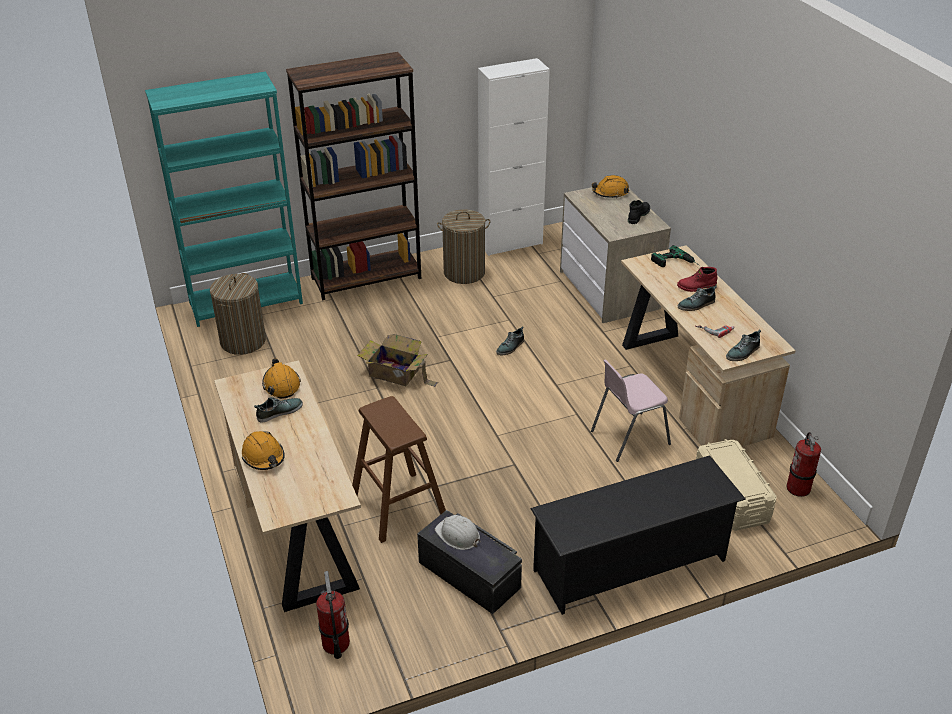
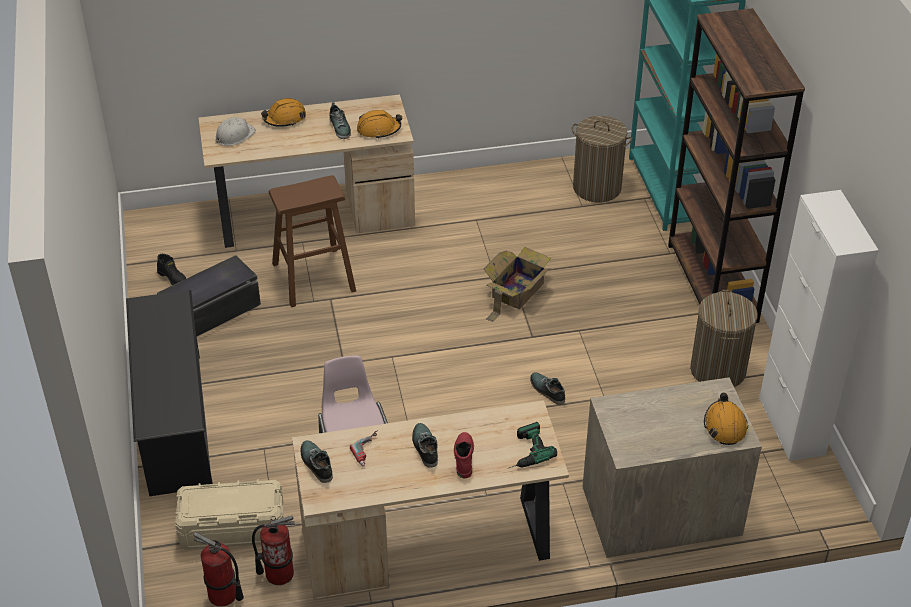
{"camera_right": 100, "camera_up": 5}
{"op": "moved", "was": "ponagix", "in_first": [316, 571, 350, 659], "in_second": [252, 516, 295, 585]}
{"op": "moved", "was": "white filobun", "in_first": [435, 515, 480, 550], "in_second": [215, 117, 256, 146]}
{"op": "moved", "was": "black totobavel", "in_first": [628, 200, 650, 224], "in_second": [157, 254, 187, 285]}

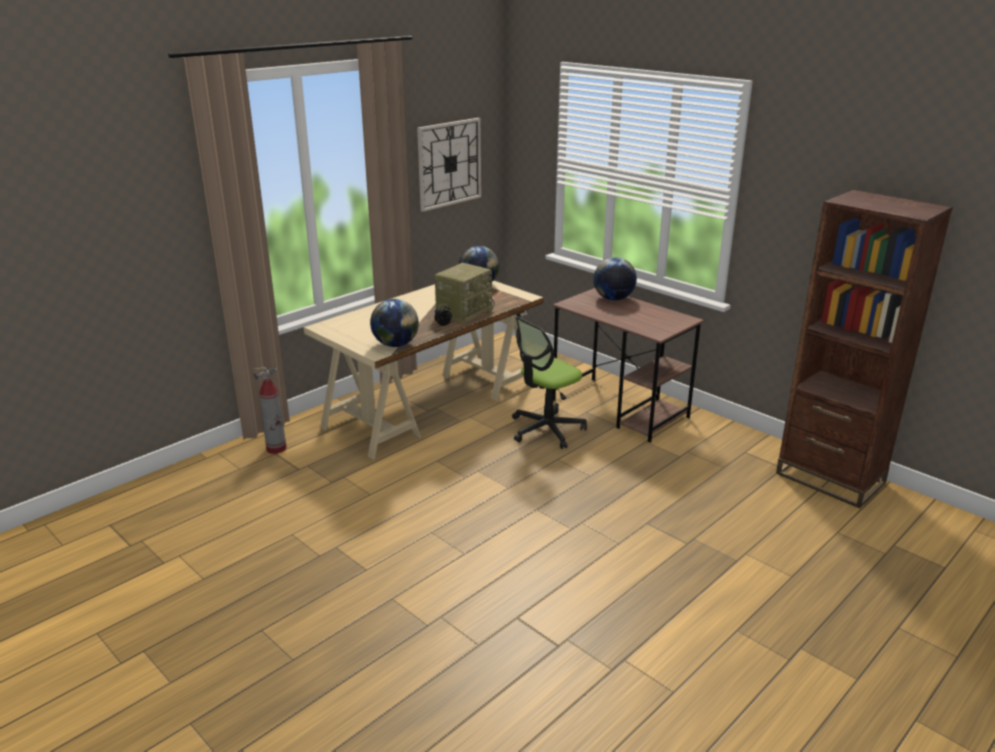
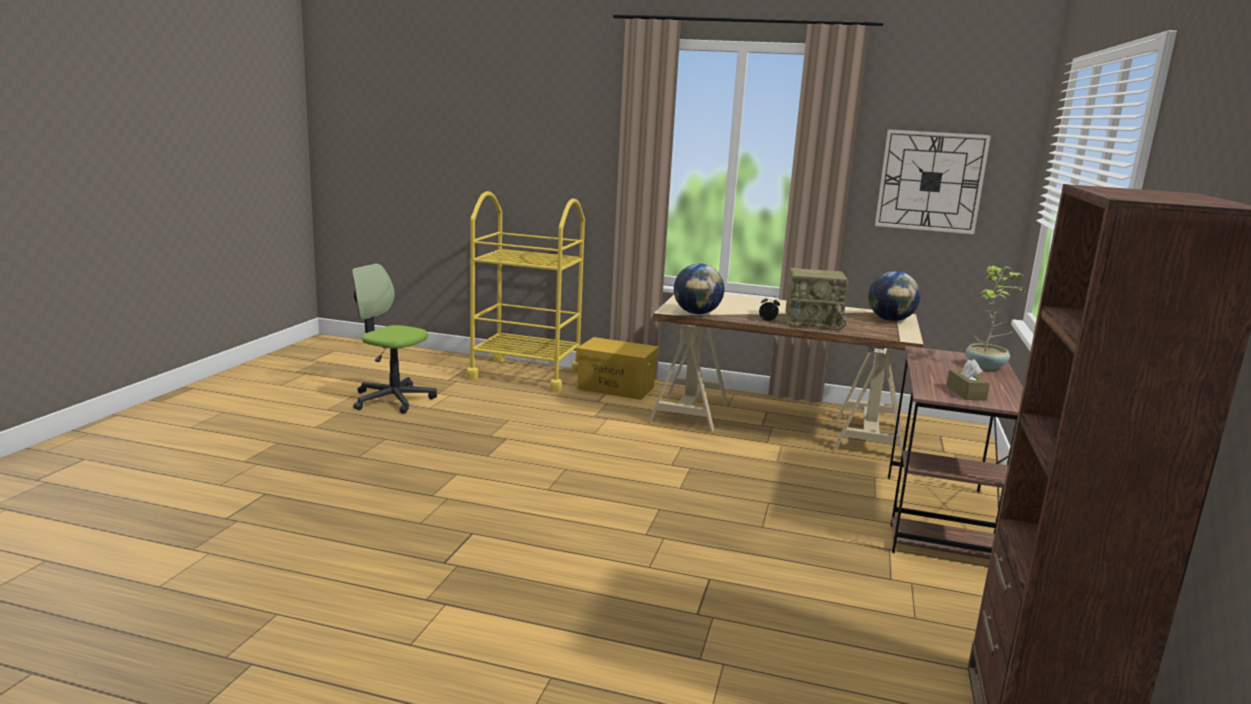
{"camera_right": 60, "camera_up": -10}
{"op": "added", "now": "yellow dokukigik", "in_second": [466, 191, 585, 392]}
{"op": "added", "now": "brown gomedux", "in_second": [946, 359, 990, 400]}
{"op": "moved", "was": "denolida", "in_first": [512, 317, 587, 449], "in_second": [352, 264, 437, 414]}
{"op": "replaced", "was": "ponagix", "now": "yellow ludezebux", "in_first": [253, 367, 287, 454], "in_second": [576, 337, 659, 400]}
{"op": "replaced", "was": "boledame", "now": "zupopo", "in_first": [593, 257, 637, 301], "in_second": [966, 266, 1025, 370]}

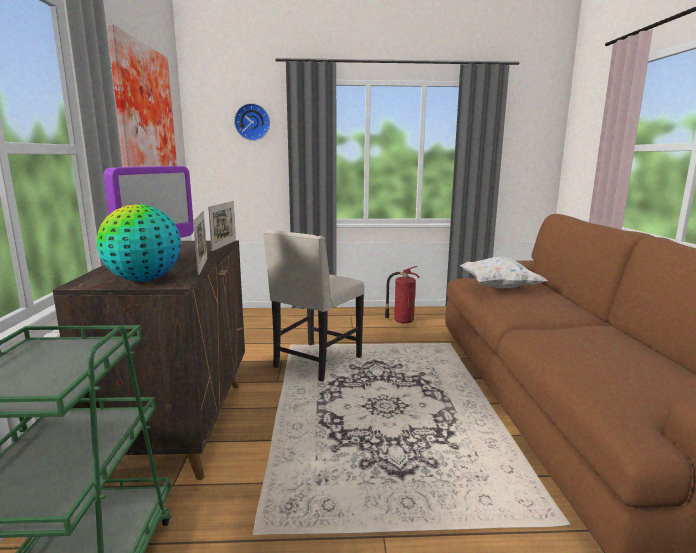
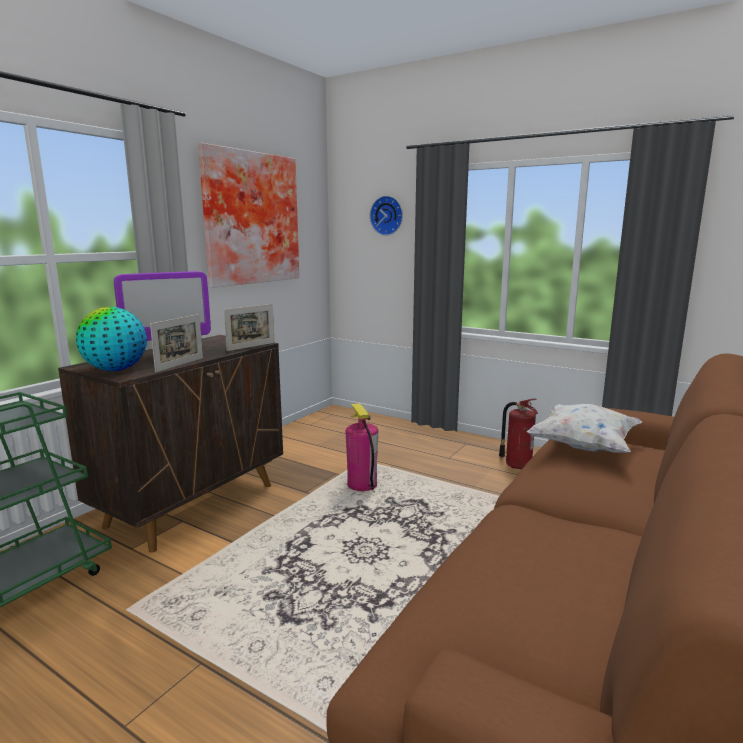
{"camera_right": 35, "camera_up": 0}
{"op": "replaced", "was": "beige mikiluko", "now": "ponagix", "in_first": [263, 230, 365, 382], "in_second": [345, 403, 379, 491]}

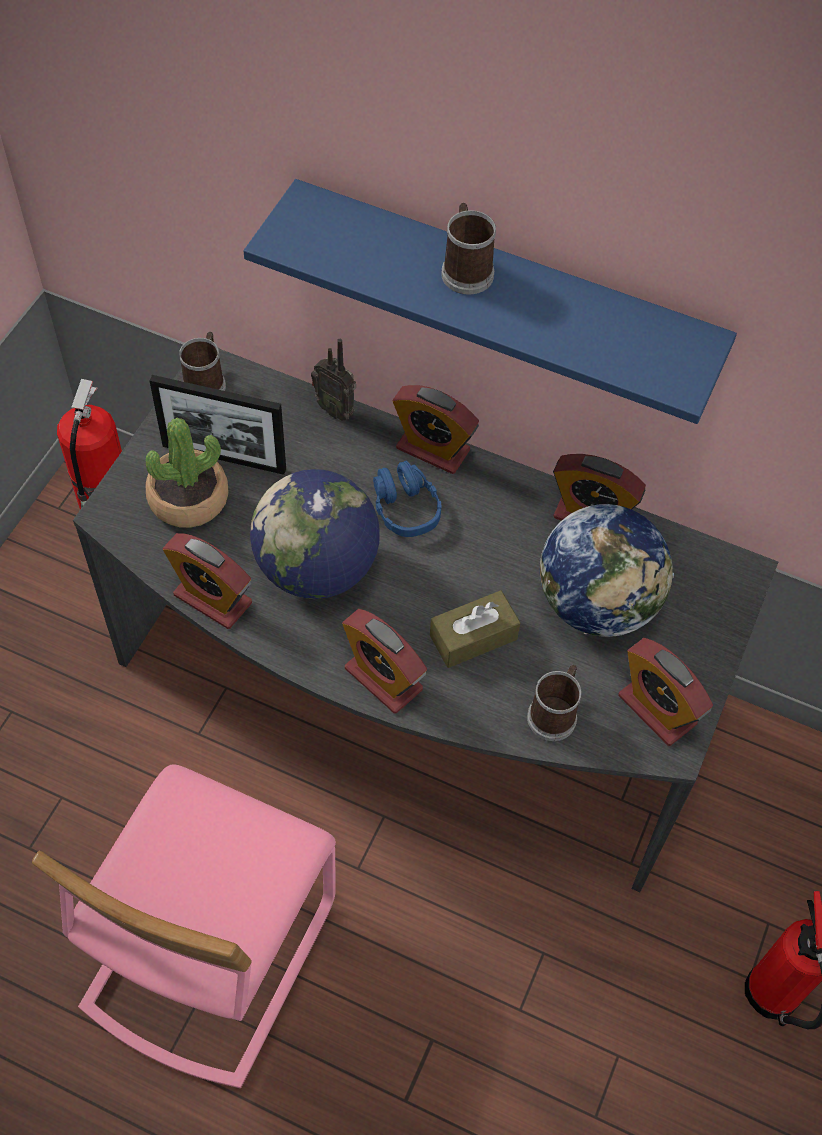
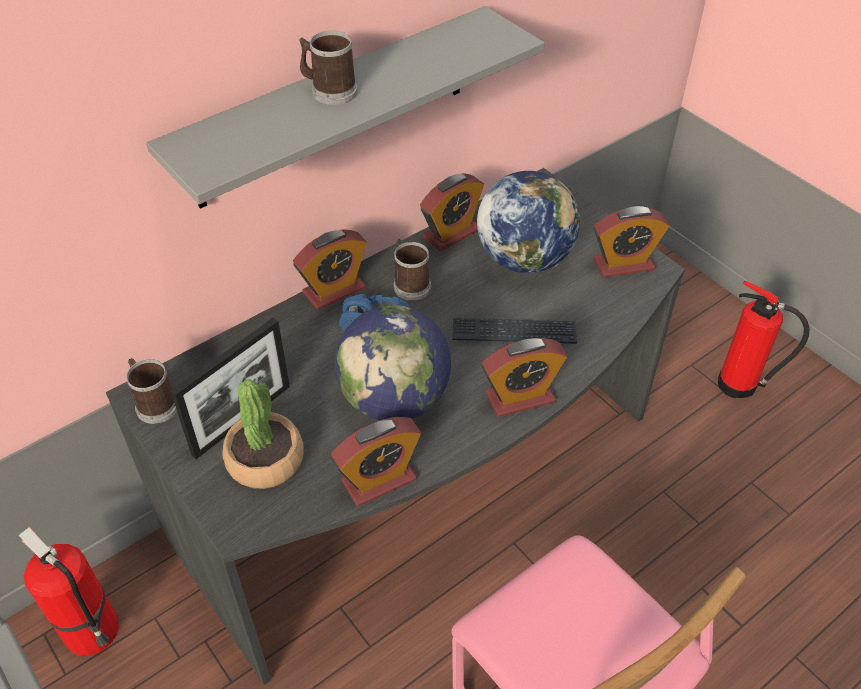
{"camera_right": -60, "camera_up": -10}
{"op": "removed", "was": "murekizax", "in_first": [311, 339, 356, 421]}
{"op": "moved", "was": "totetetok", "in_first": [527, 665, 581, 741], "in_second": [394, 239, 431, 301]}
{"op": "replaced", "was": "brown gomedux", "now": "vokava", "in_first": [430, 590, 520, 668], "in_second": [452, 318, 577, 344]}
{"op": "recoloured", "was": "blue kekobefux", "now": "grey kekobefux", "in_first": [243, 179, 737, 424], "in_second": [146, 6, 545, 209]}

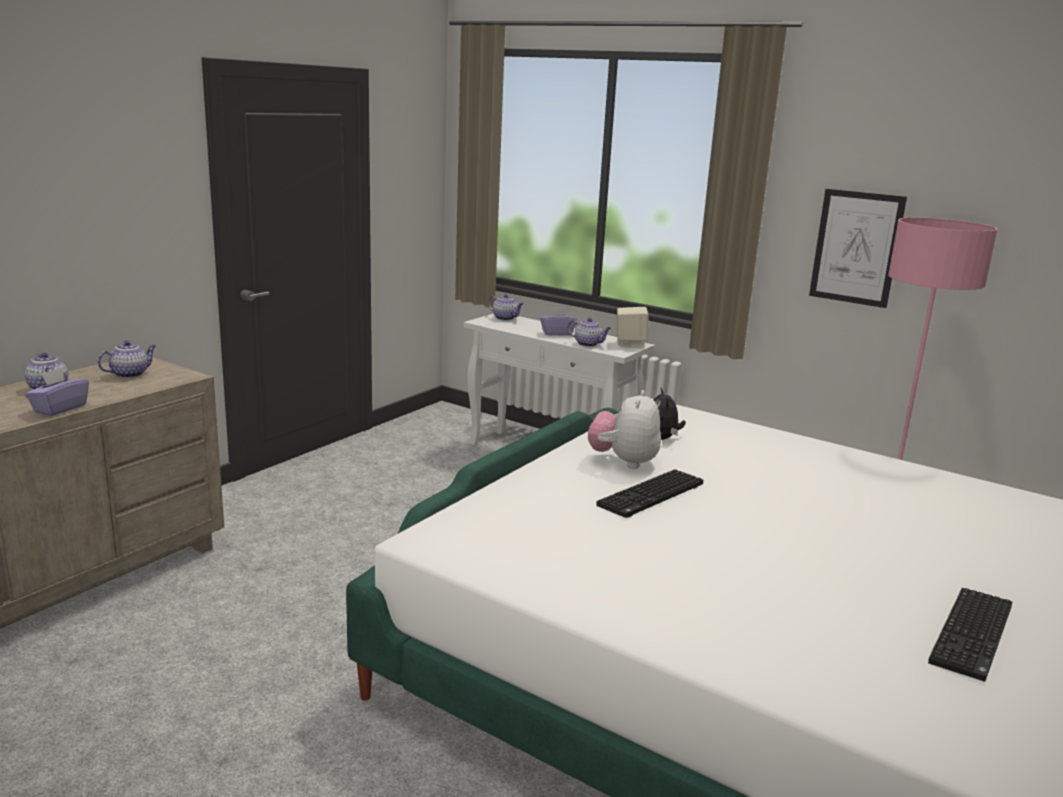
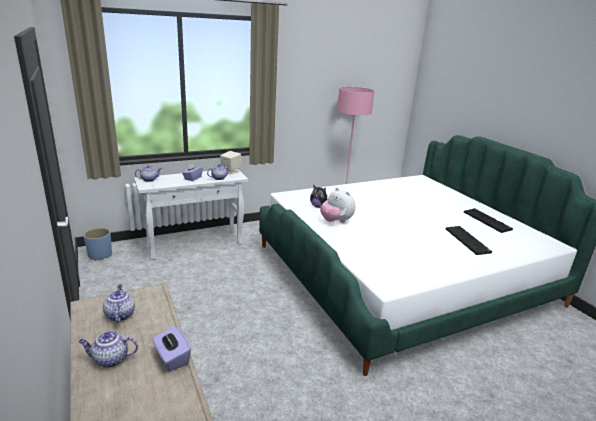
{"camera_right": -60, "camera_up": 5}
{"op": "removed", "was": "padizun", "in_first": [809, 189, 907, 308]}
{"op": "added", "now": "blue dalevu", "in_second": [83, 228, 112, 261]}
{"op": "moved", "was": "vokava", "in_first": [596, 469, 703, 518], "in_second": [446, 226, 492, 255]}

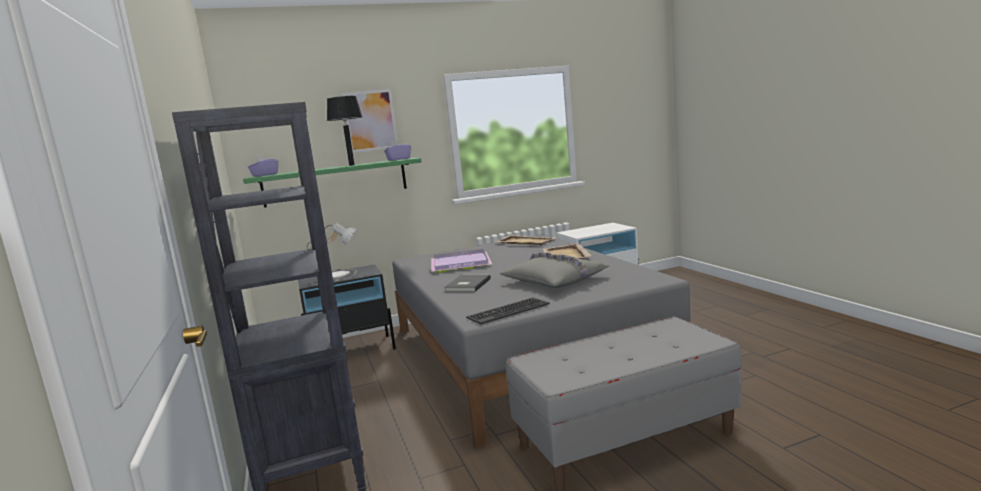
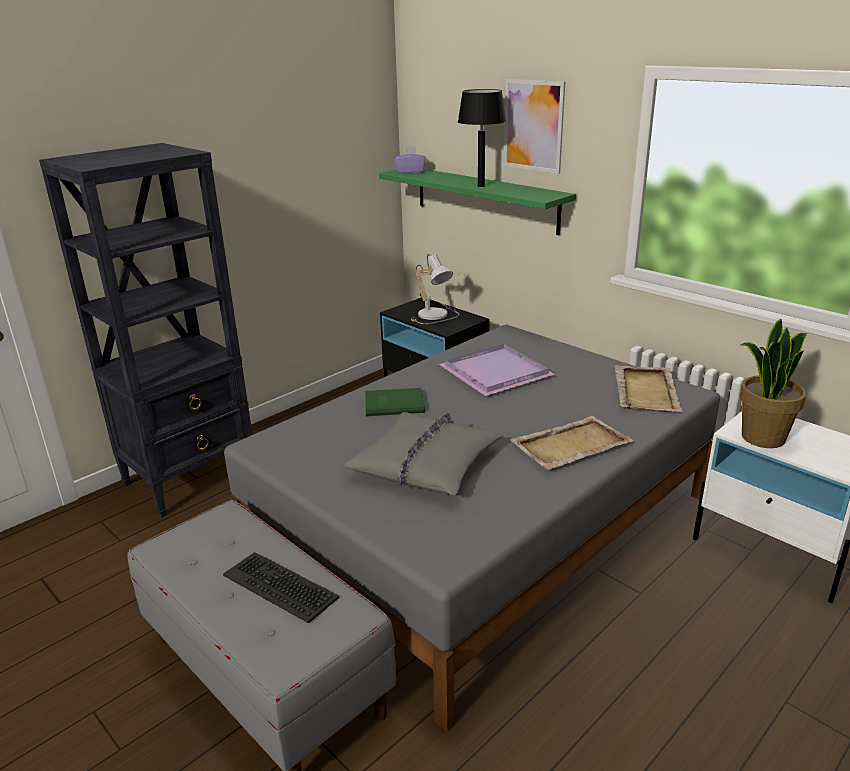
{"camera_right": 65, "camera_up": 15}
{"op": "removed", "was": "purple gomedux", "in_first": [384, 140, 411, 160]}
{"op": "added", "now": "zupopo", "in_second": [739, 319, 807, 448]}
{"op": "moved", "was": "vokava", "in_first": [466, 298, 550, 324], "in_second": [223, 552, 339, 623]}
{"op": "recoloured", "was": "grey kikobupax", "now": "green kikobupax", "in_first": [445, 275, 491, 292], "in_second": [365, 388, 425, 416]}

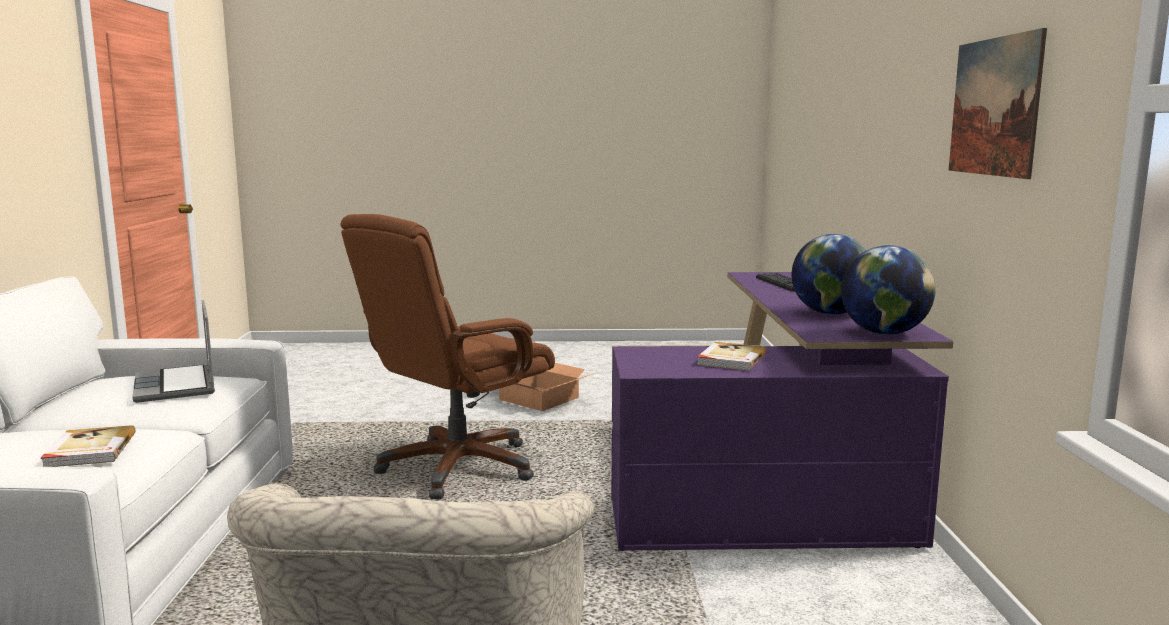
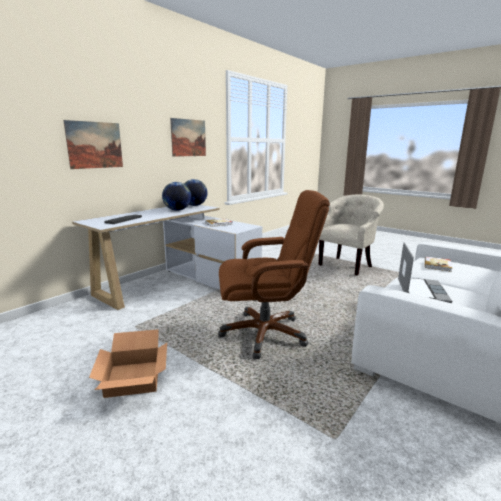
{"camera_right": -140, "camera_up": 5}
{"op": "added", "now": "padizun", "in_second": [63, 120, 123, 169]}
{"op": "recoloured", "was": "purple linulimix", "now": "white linulimix", "in_first": [611, 272, 954, 551], "in_second": [72, 205, 263, 310]}

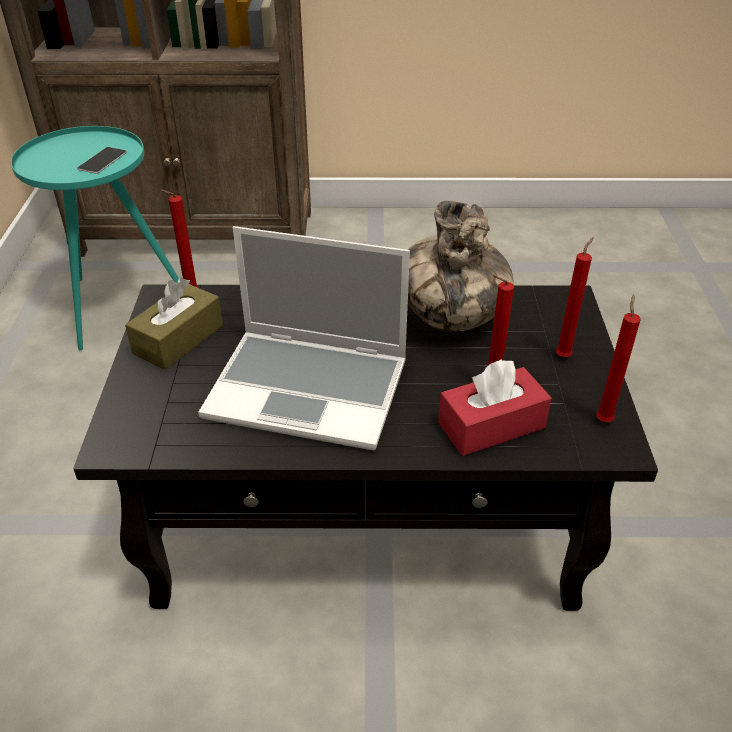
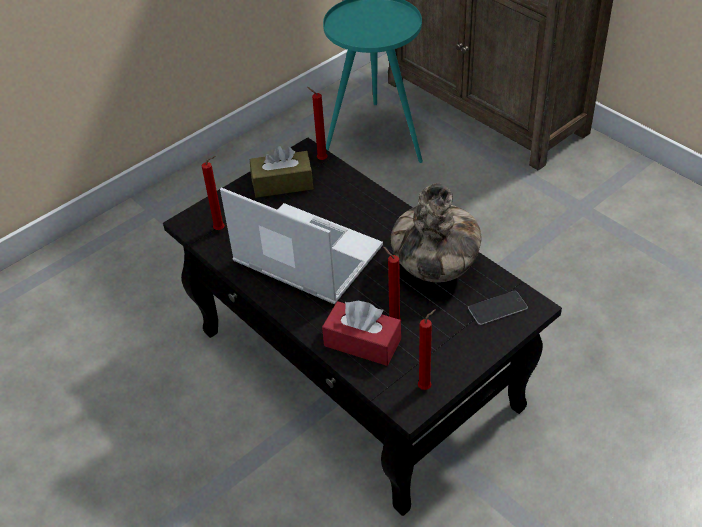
{"camera_right": 50, "camera_up": 5}
{"op": "moved", "was": "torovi", "in_first": [77, 147, 127, 174], "in_second": [468, 291, 528, 325]}
{"op": "moved", "was": "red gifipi", "in_first": [556, 237, 593, 357], "in_second": [202, 156, 225, 230]}
{"op": "turned", "was": "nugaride", "in_first": [198, 226, 410, 450], "in_second": [220, 188, 383, 305], "clockwise": 150}

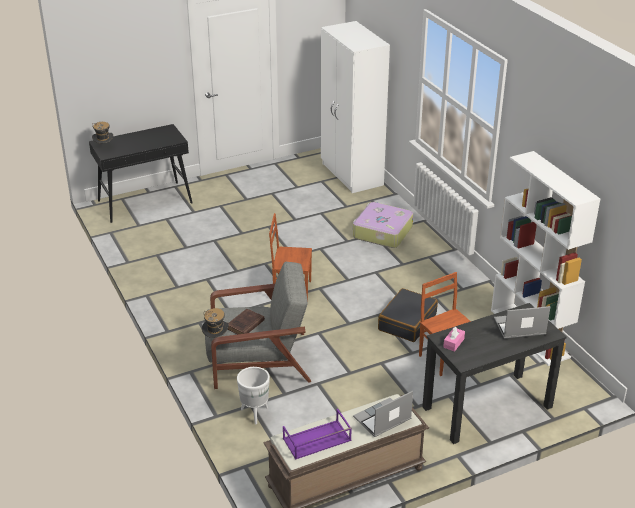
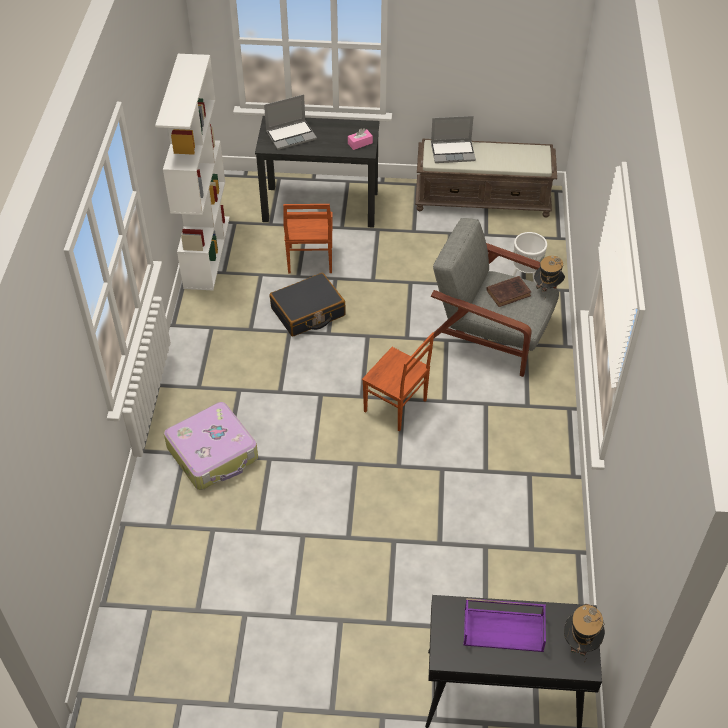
{"camera_right": -150, "camera_up": 15}
{"op": "removed", "was": "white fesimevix", "in_first": [321, 21, 390, 193]}
{"op": "moved", "was": "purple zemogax", "in_first": [283, 409, 352, 460], "in_second": [463, 598, 546, 652]}
{"op": "turned", "was": "nugaride", "in_first": [494, 306, 551, 339], "in_second": [264, 94, 317, 150], "clockwise": -45}

